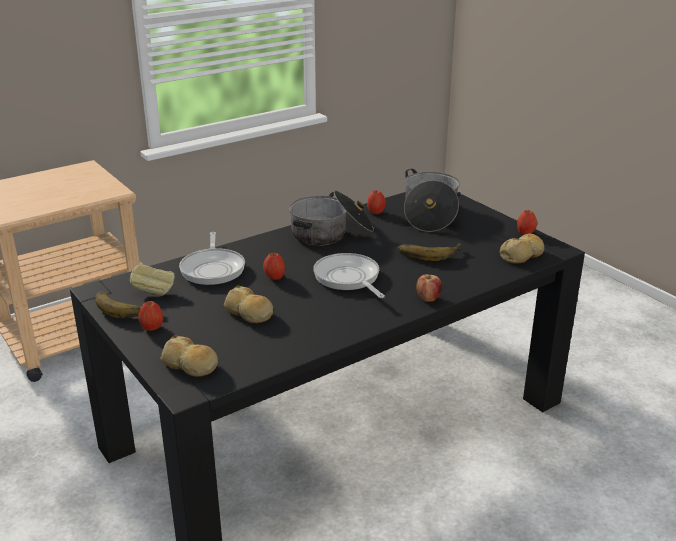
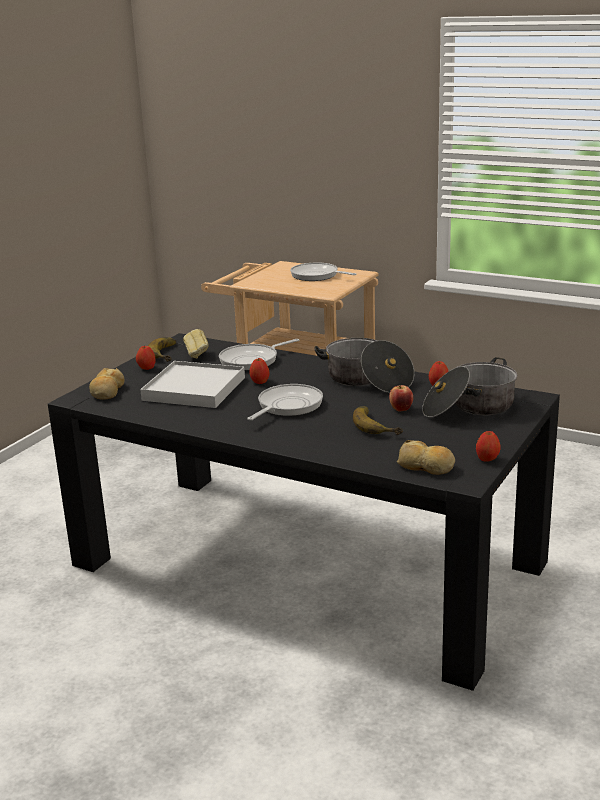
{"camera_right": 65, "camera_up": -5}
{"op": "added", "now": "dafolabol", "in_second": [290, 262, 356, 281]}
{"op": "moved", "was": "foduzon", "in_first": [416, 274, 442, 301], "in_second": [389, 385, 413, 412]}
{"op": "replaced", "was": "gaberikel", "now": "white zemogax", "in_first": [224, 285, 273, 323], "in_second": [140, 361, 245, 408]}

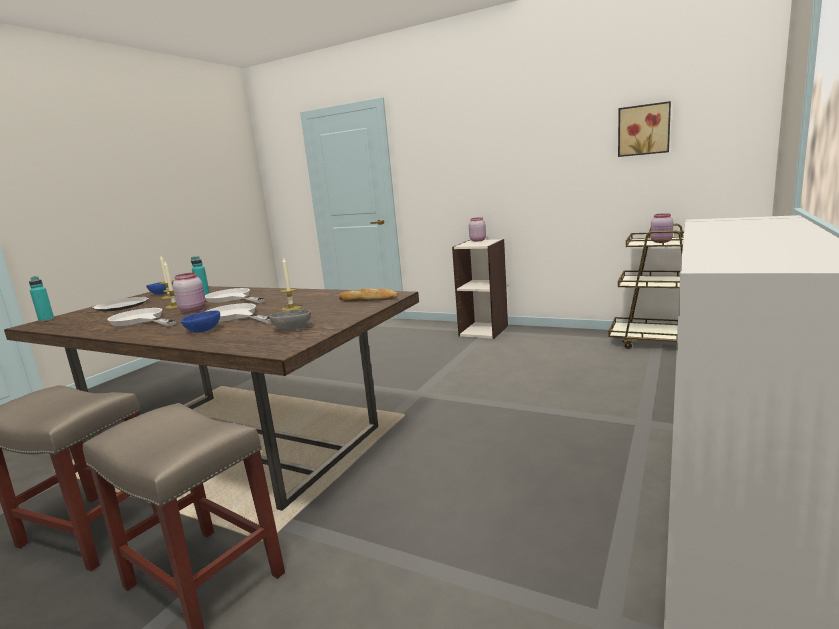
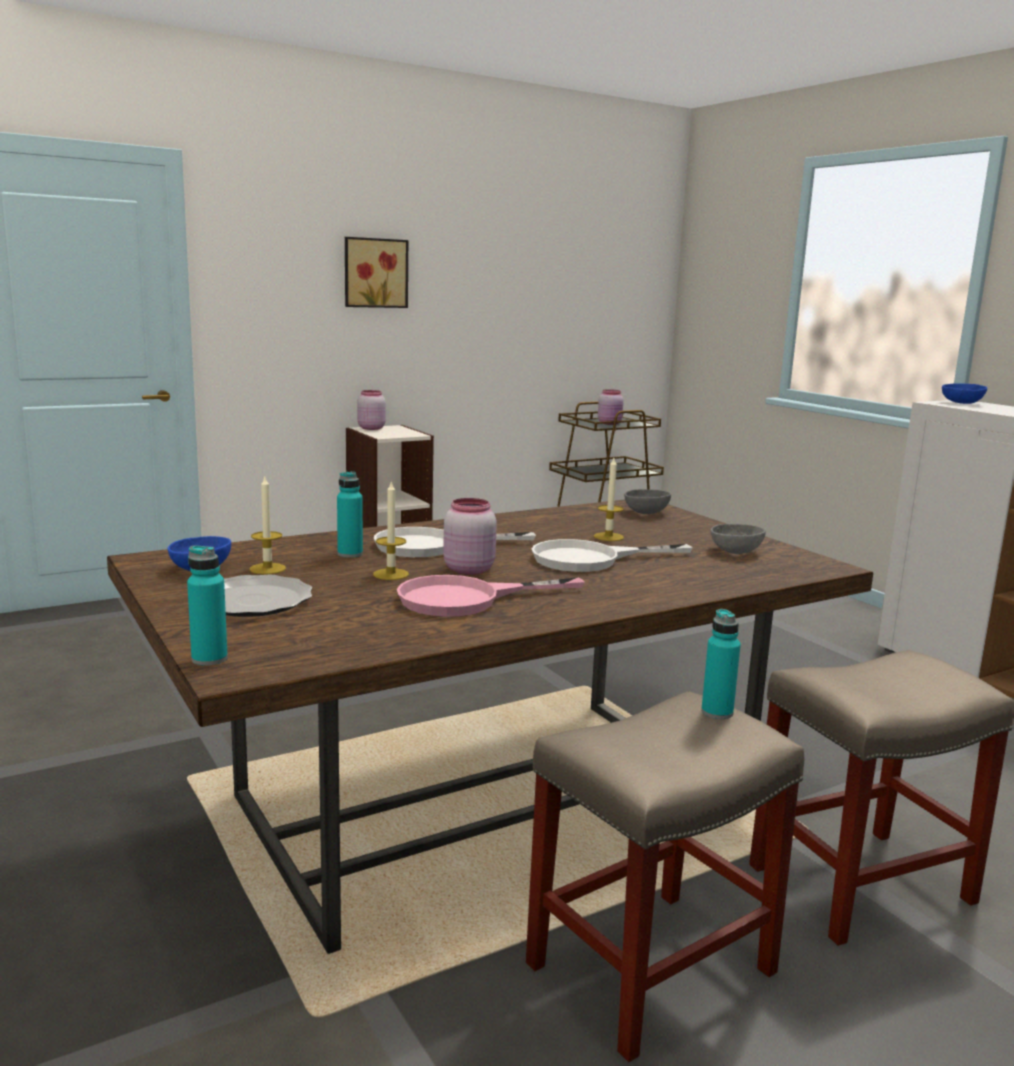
{"camera_right": -60, "camera_up": 0}
{"op": "added", "now": "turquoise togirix", "in_second": [701, 609, 741, 719]}
{"op": "moved", "was": "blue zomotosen", "in_first": [181, 311, 220, 333], "in_second": [942, 383, 987, 404]}
{"op": "moved", "was": "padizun", "in_first": [618, 101, 671, 157], "in_second": [345, 237, 408, 308]}
{"op": "replaced", "was": "gaberikel", "now": "grey zomotosen", "in_first": [339, 288, 399, 302], "in_second": [624, 489, 671, 514]}
{"op": "recoloured", "was": "white dafolabol", "now": "pink dafolabol", "in_first": [107, 308, 176, 326], "in_second": [397, 575, 585, 617]}

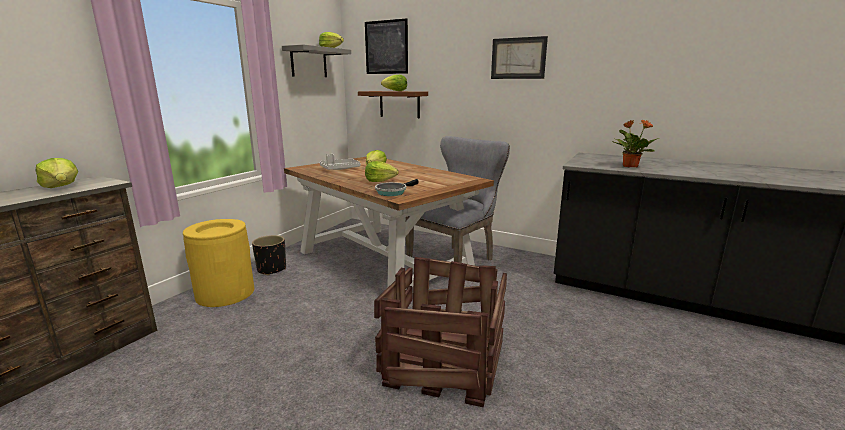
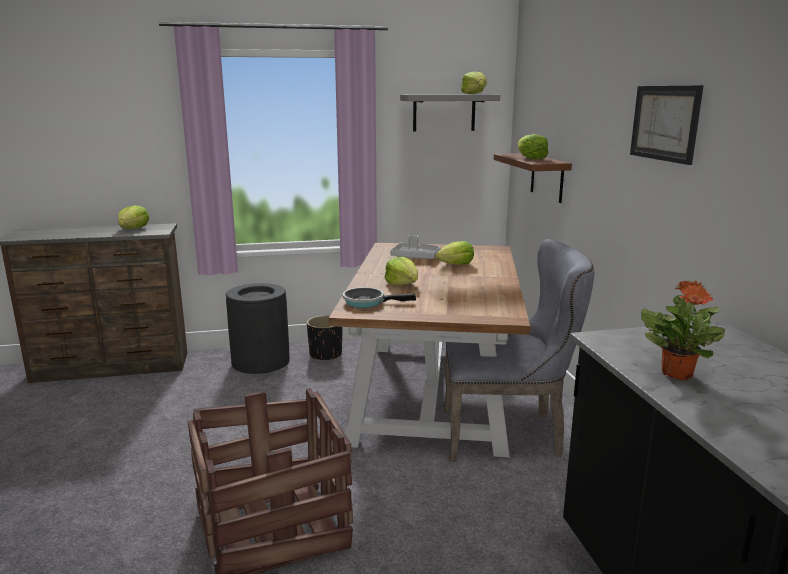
{"camera_right": 50, "camera_up": 0}
{"op": "removed", "was": "padizun", "in_first": [365, 18, 408, 74]}
{"op": "recoloured", "was": "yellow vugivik", "now": "black vugivik", "in_first": [183, 219, 254, 307], "in_second": [226, 283, 290, 374]}

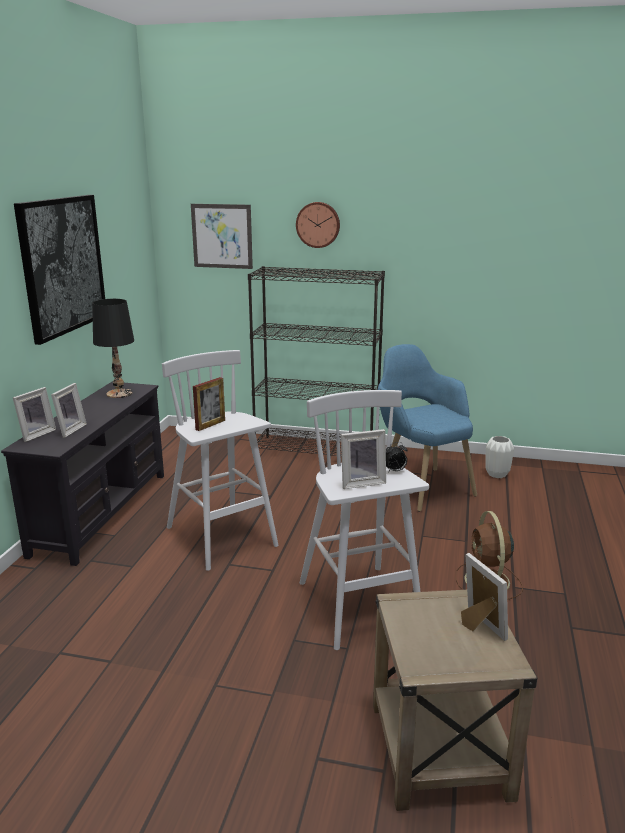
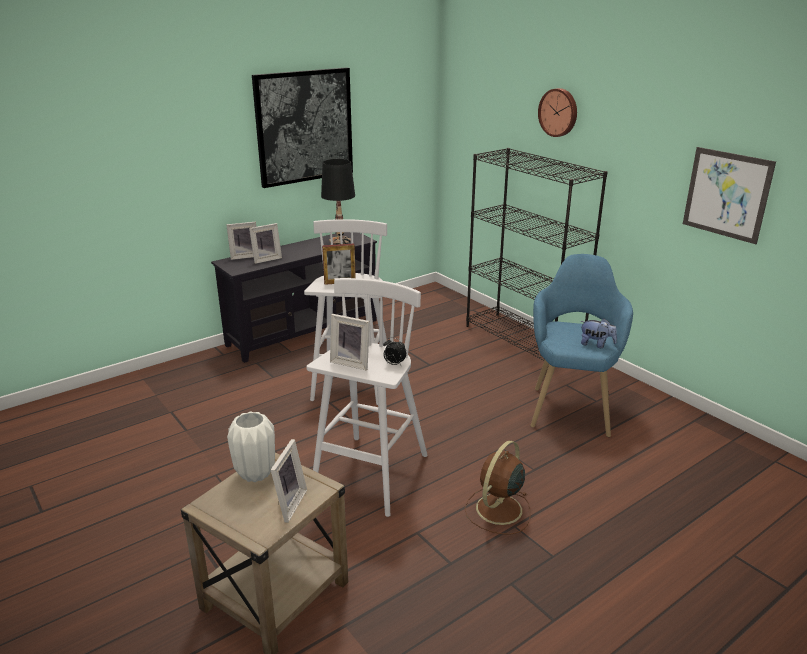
{"camera_right": 40, "camera_up": 5}
{"op": "added", "now": "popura", "in_second": [580, 318, 617, 348]}
{"op": "moved", "was": "padizun", "in_first": [191, 204, 253, 269], "in_second": [683, 147, 776, 244]}
{"op": "moved", "was": "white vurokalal", "in_first": [485, 436, 514, 478], "in_second": [227, 411, 275, 482]}

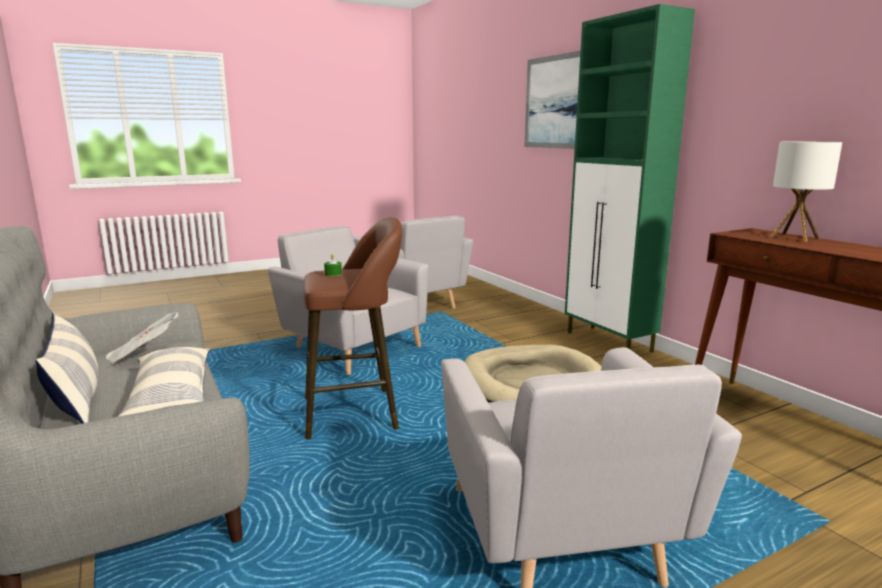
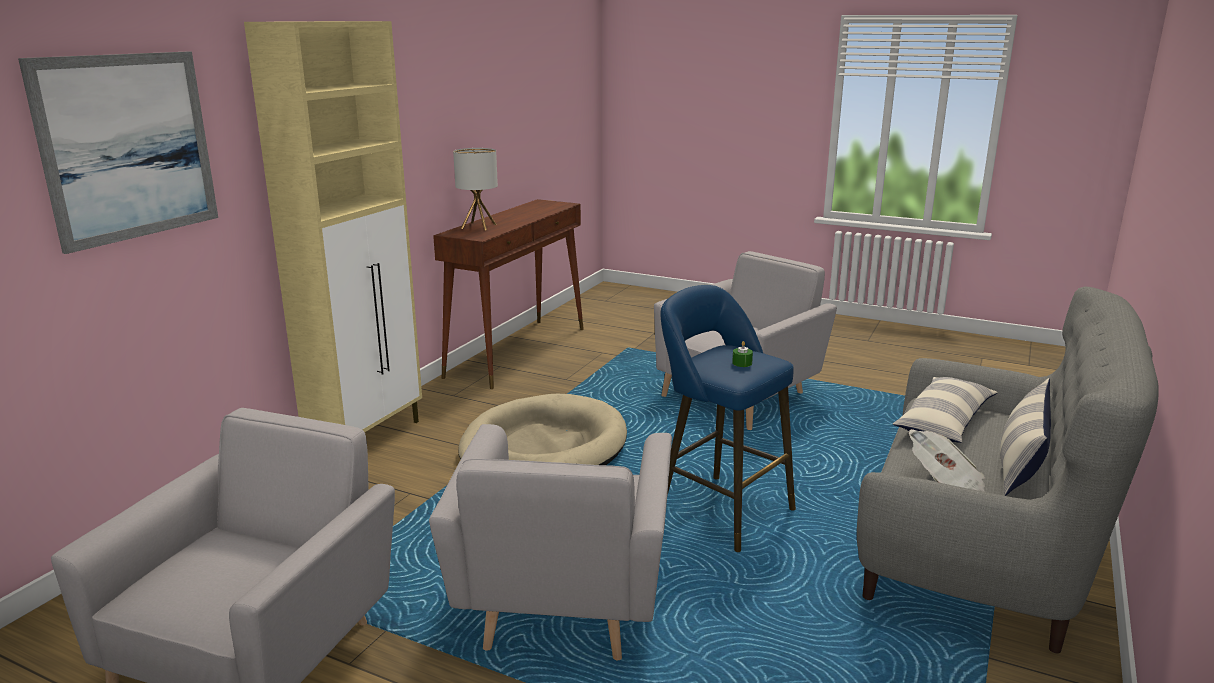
{"camera_right": -125, "camera_up": 5}
{"op": "recoloured", "was": "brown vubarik", "now": "blue vubarik", "in_first": [304, 217, 402, 440], "in_second": [660, 285, 796, 552]}
{"op": "recoloured", "was": "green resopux", "now": "beige resopux", "in_first": [565, 4, 695, 353], "in_second": [244, 21, 422, 432]}

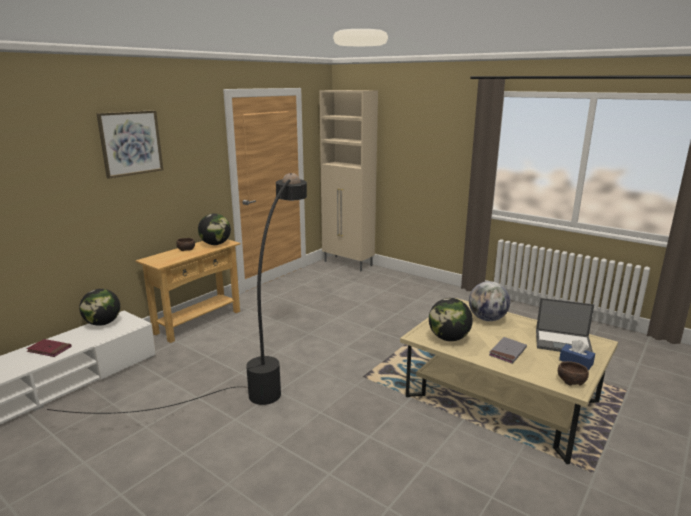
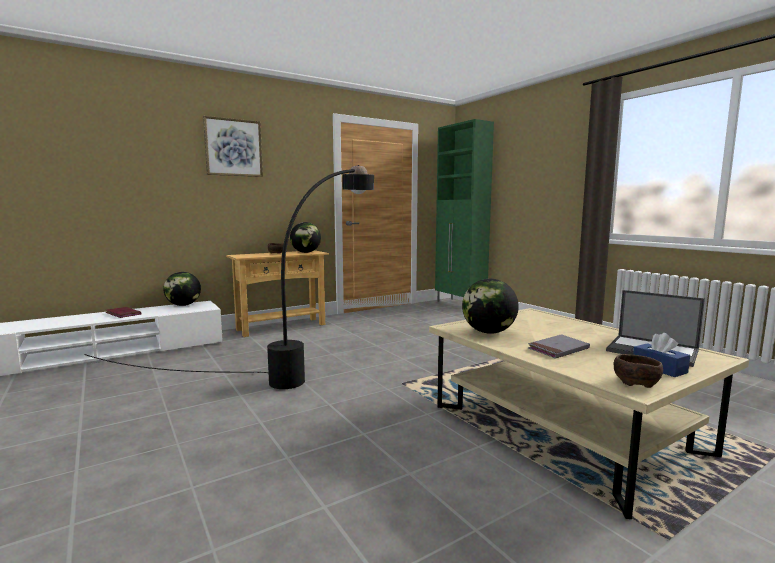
{"camera_right": 20, "camera_up": -10}
{"op": "removed", "was": "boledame", "in_first": [469, 281, 510, 321]}
{"op": "recoloured", "was": "beige resopux", "now": "green resopux", "in_first": [319, 90, 378, 271], "in_second": [435, 119, 494, 302]}

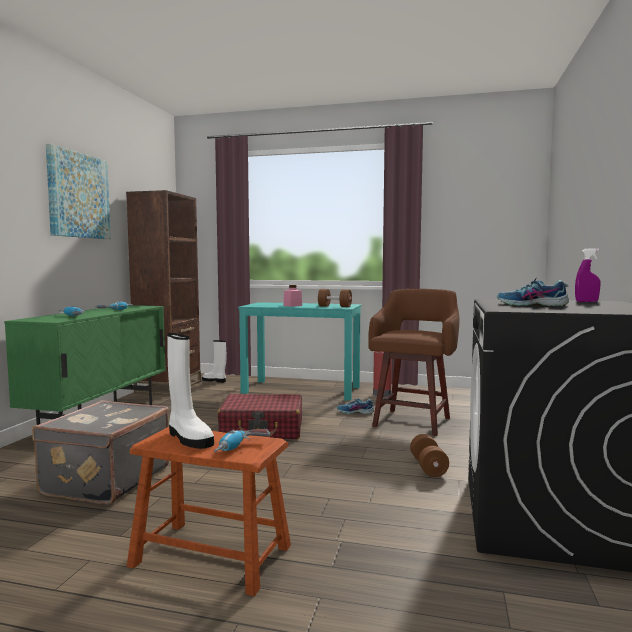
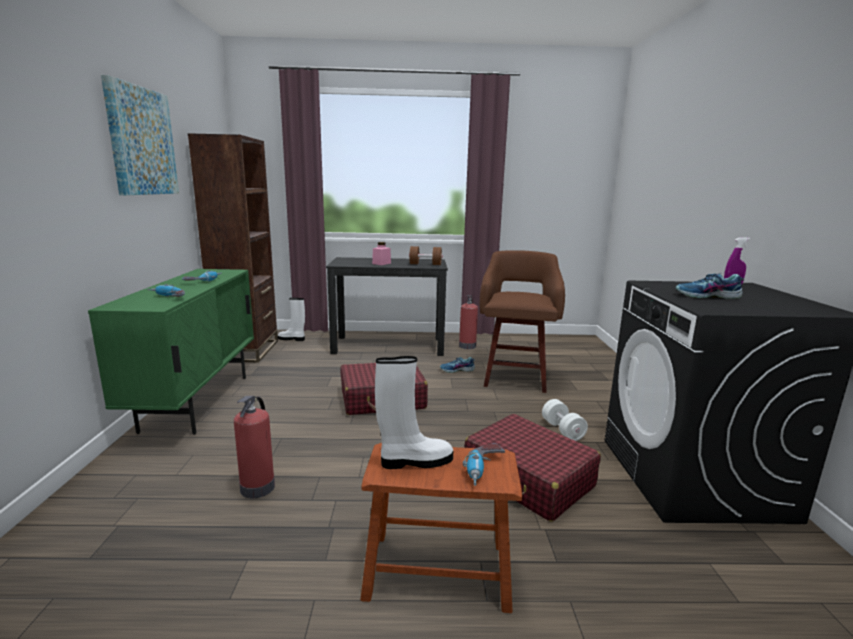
{"camera_right": -15, "camera_up": 10}
{"op": "added", "now": "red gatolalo", "in_second": [464, 414, 601, 522]}
{"op": "replaced", "was": "grey gatolalo", "now": "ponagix", "in_first": [32, 400, 169, 505], "in_second": [234, 396, 275, 498]}
{"op": "recoloured", "was": "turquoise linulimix", "now": "black linulimix", "in_first": [238, 302, 361, 401], "in_second": [326, 257, 448, 356]}
{"op": "recoloured", "was": "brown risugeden", "now": "white risugeden", "in_first": [410, 434, 449, 477], "in_second": [542, 399, 588, 441]}
{"op": "turned", "was": "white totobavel", "in_first": [167, 333, 214, 449], "in_second": [375, 356, 453, 469], "clockwise": -45}

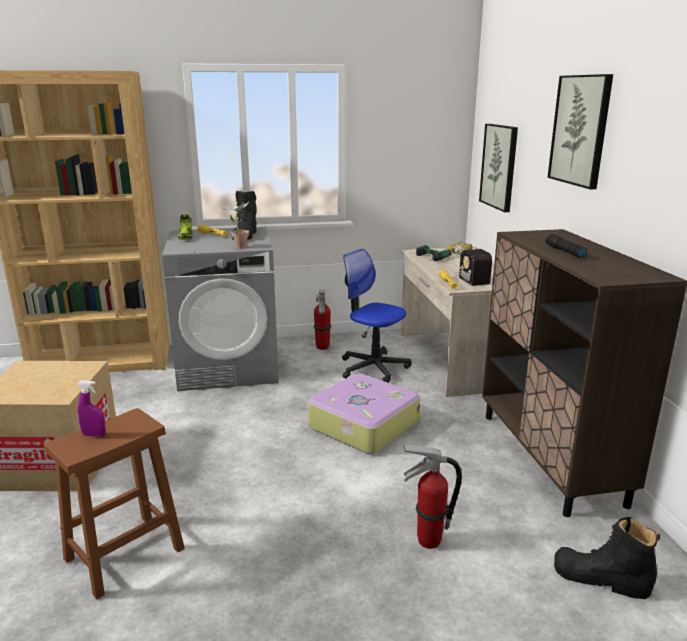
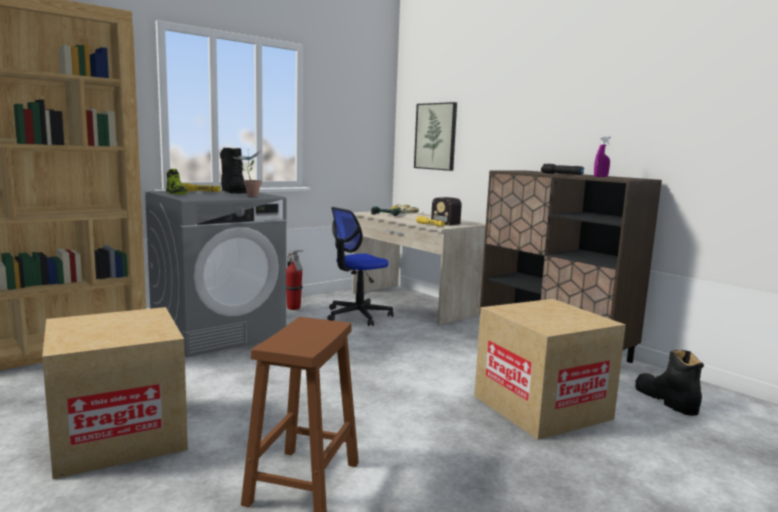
{"camera_right": -30, "camera_up": -10}
{"op": "removed", "was": "gatolalo", "in_first": [308, 373, 420, 454]}
{"op": "removed", "was": "padizun", "in_first": [547, 74, 613, 189]}
{"op": "moved", "was": "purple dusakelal", "in_first": [77, 380, 106, 437], "in_second": [594, 136, 611, 177]}
{"op": "replaced", "was": "ponagix", "now": "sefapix", "in_first": [403, 444, 462, 549], "in_second": [474, 299, 626, 440]}
{"op": "turned", "was": "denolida", "in_first": [342, 249, 411, 383], "in_second": [327, 207, 394, 326], "clockwise": -45}
{"op": "turned", "was": "black totobavel", "in_first": [554, 517, 661, 599], "in_second": [635, 350, 704, 416], "clockwise": 75}

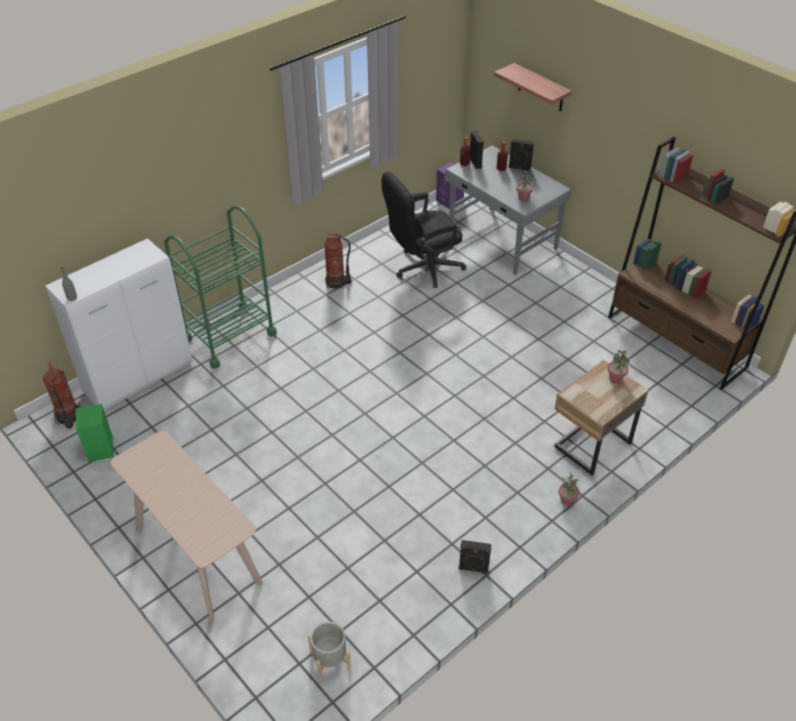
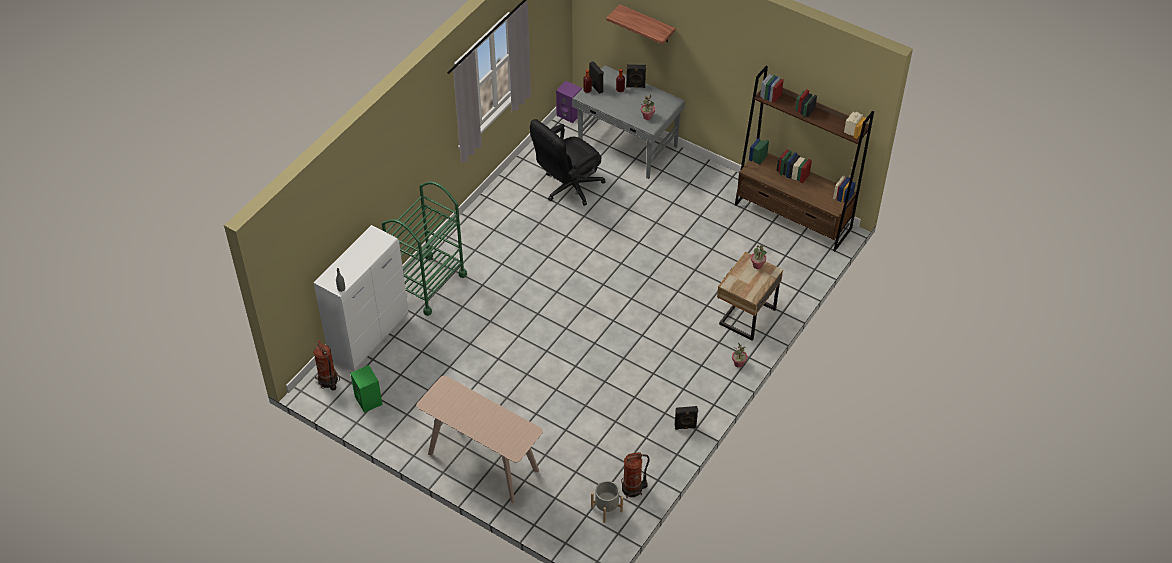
{"camera_right": -15, "camera_up": 5}
{"op": "moved", "was": "ponagix", "in_first": [324, 233, 351, 289], "in_second": [621, 452, 650, 498]}

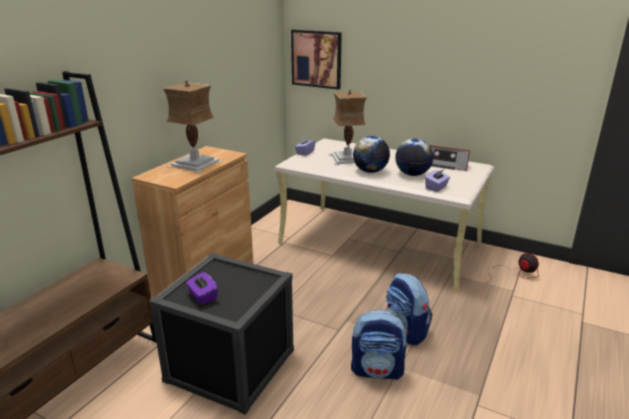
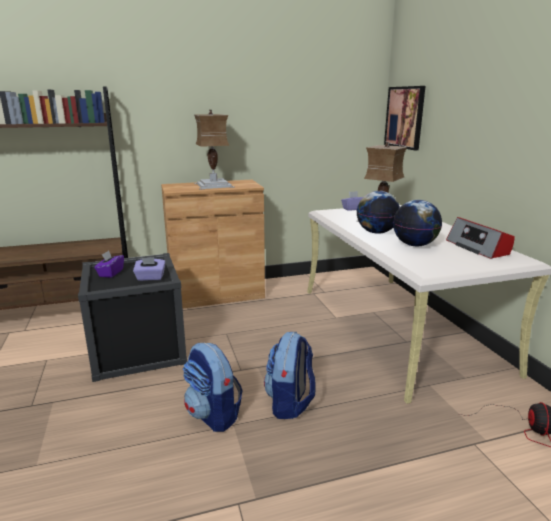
{"camera_right": 45, "camera_up": -5}
{"op": "moved", "was": "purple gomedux", "in_first": [425, 169, 450, 192], "in_second": [133, 258, 165, 281]}

